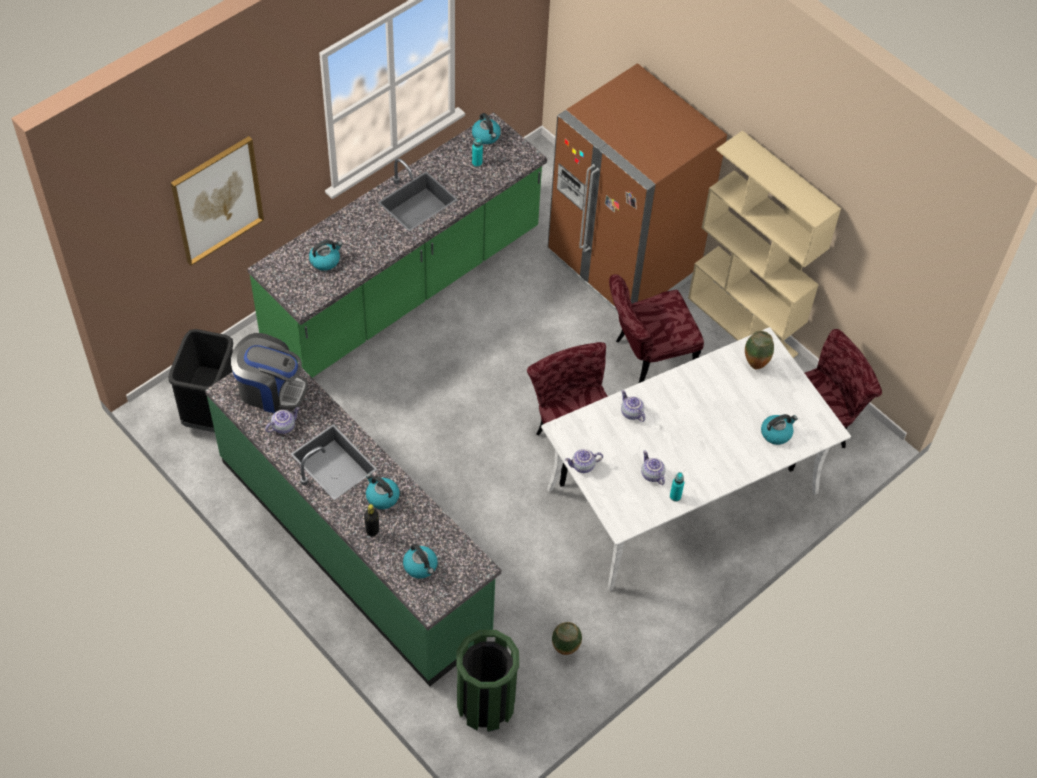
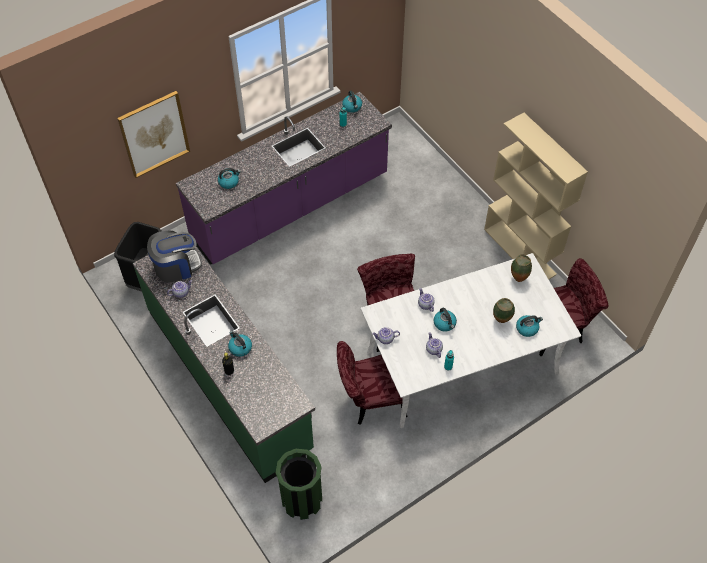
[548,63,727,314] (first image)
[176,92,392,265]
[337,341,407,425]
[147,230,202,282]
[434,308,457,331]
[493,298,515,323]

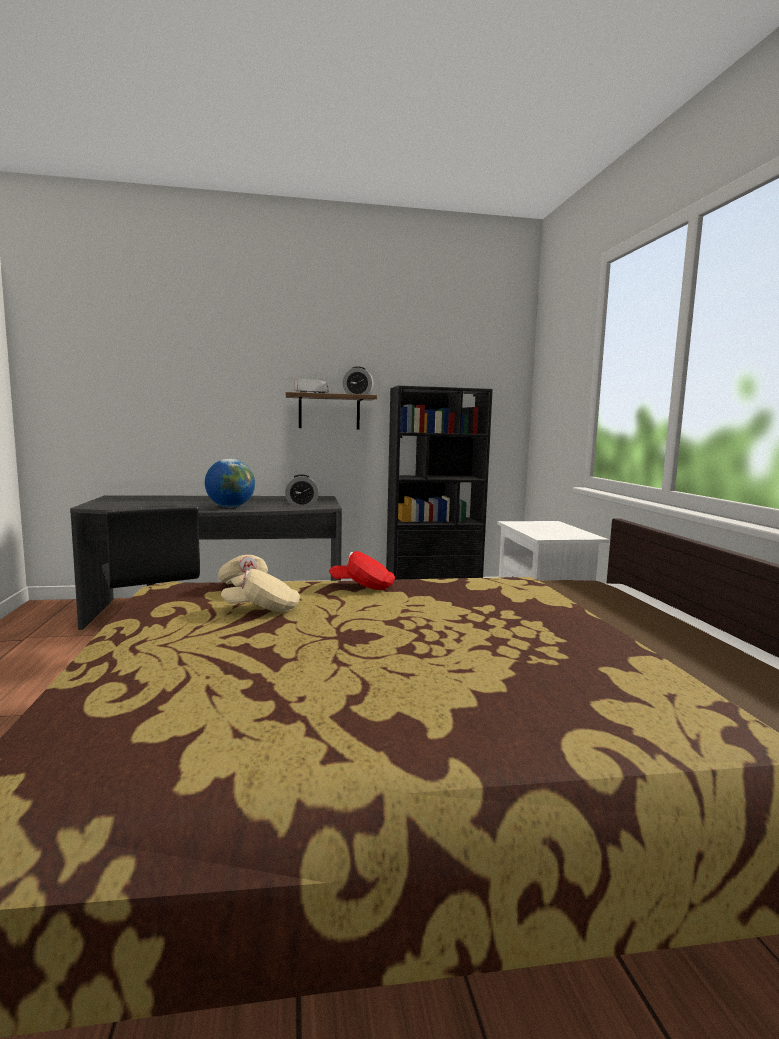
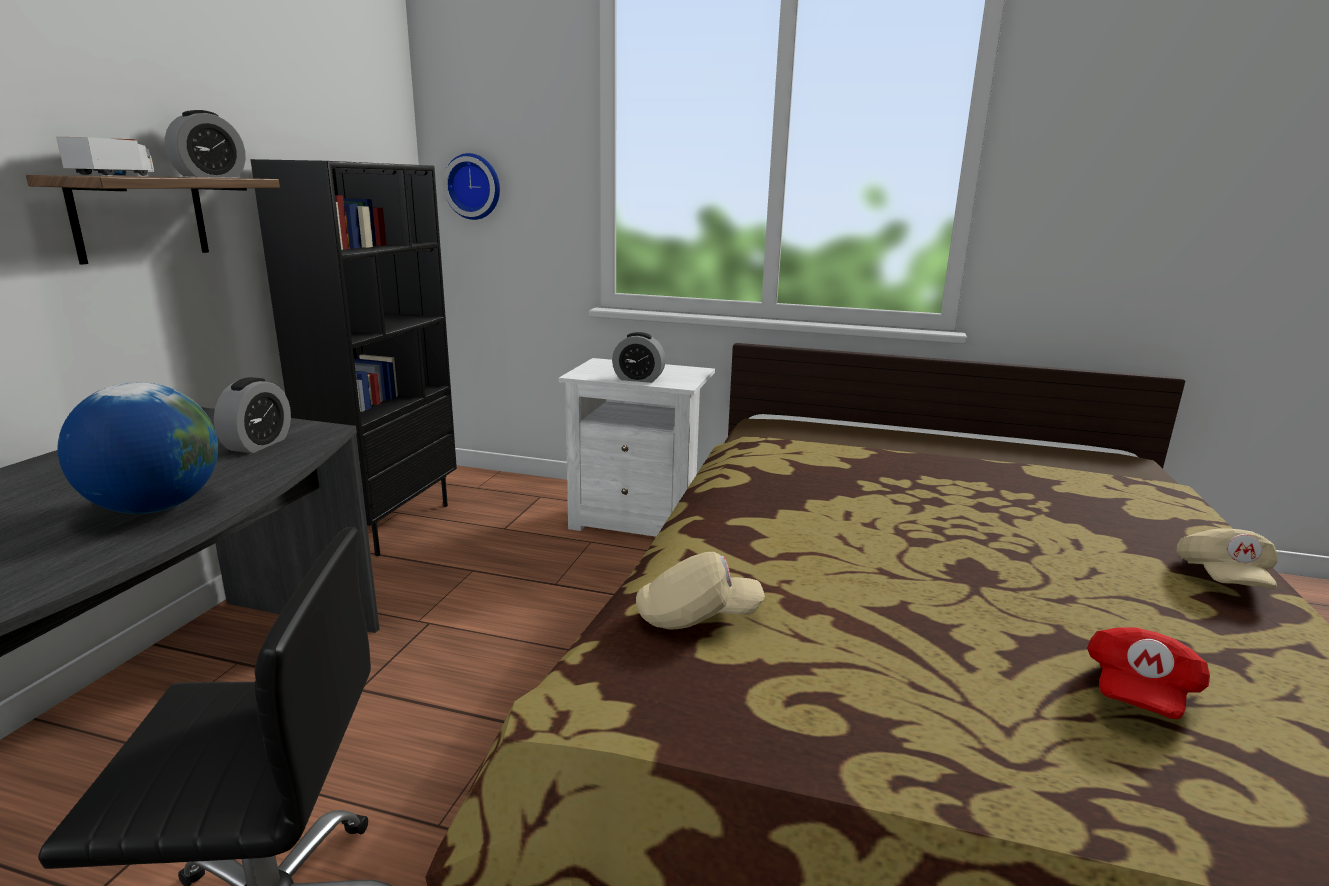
[1087,627,1210,719]
[1176,528,1277,590]
[443,153,500,220]
[612,332,666,383]

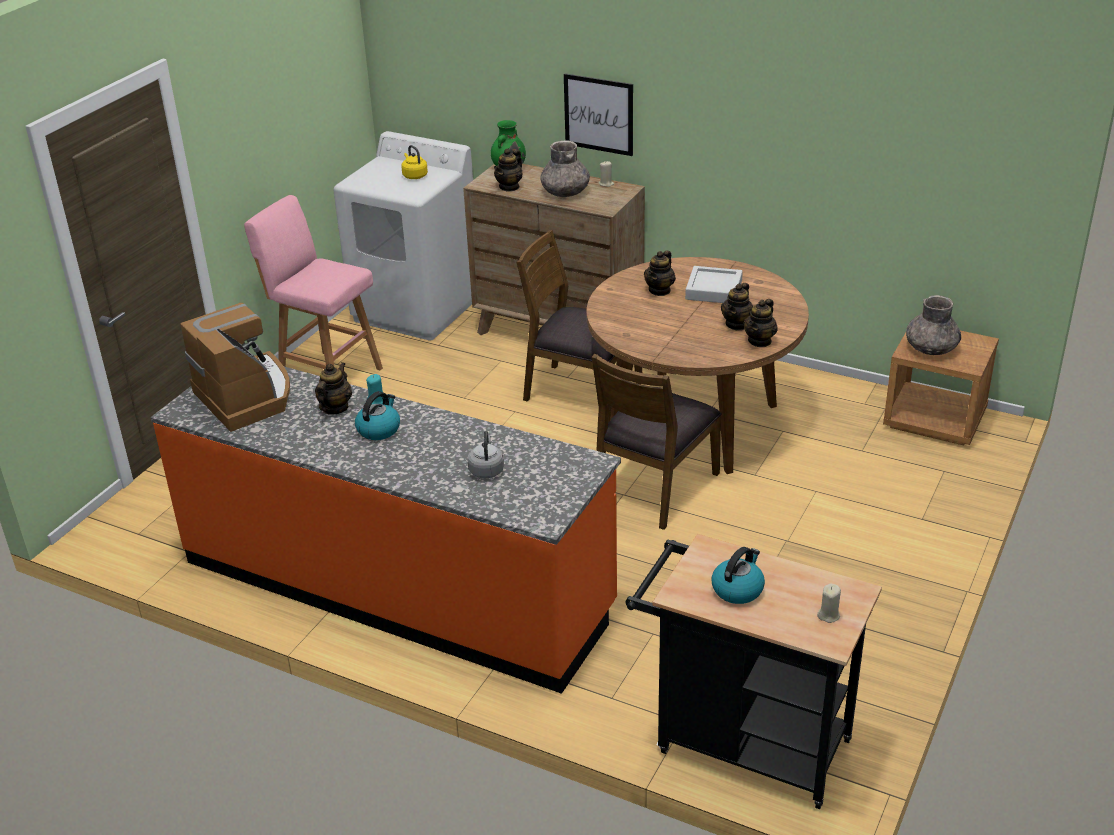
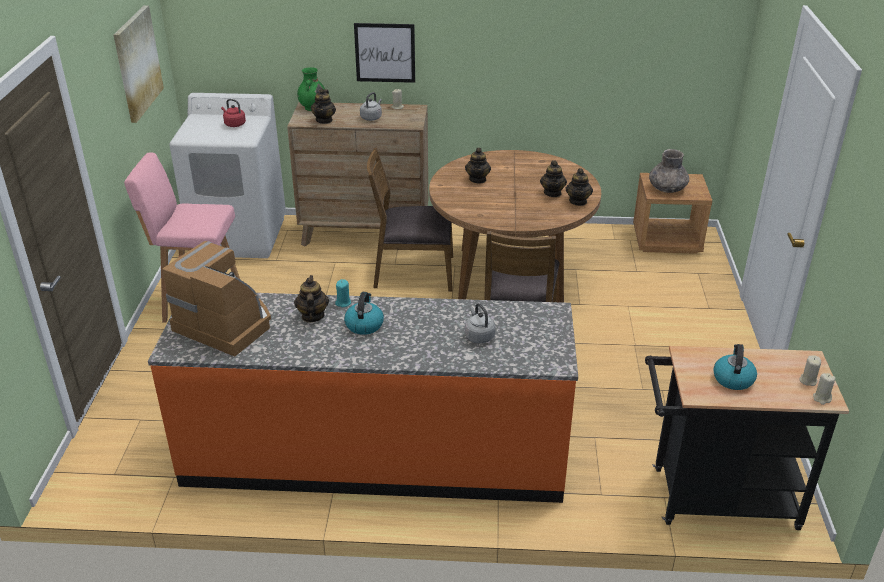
[360,92,382,121]
[221,99,246,127]
[685,266,743,303] (first image)
[114,5,164,123]
[813,373,835,405]

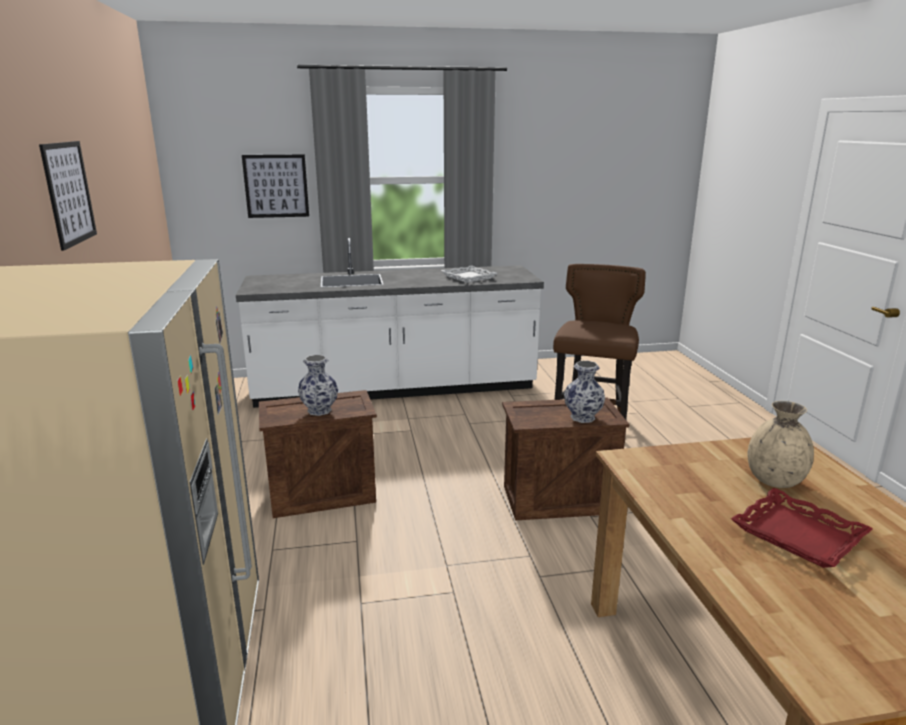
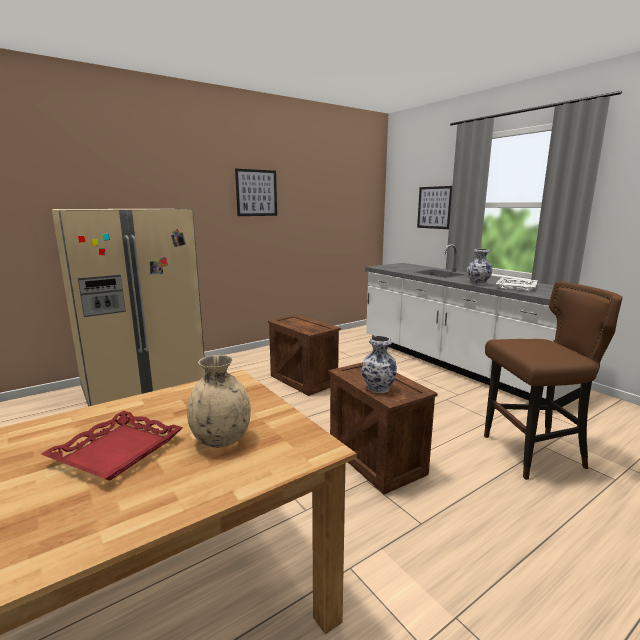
[467,249,493,285]

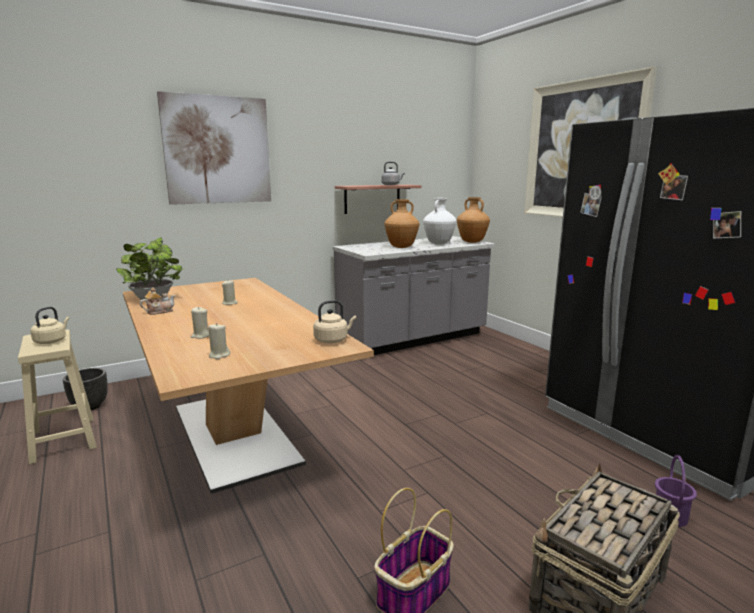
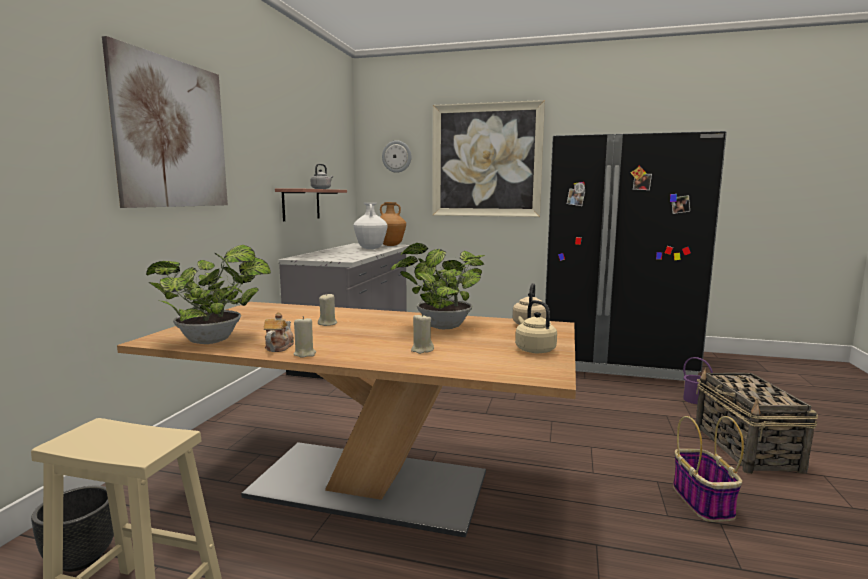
[384,199,419,248] (first image)
[515,300,557,353]
[293,316,316,358]
[382,141,411,173]
[390,243,485,329]

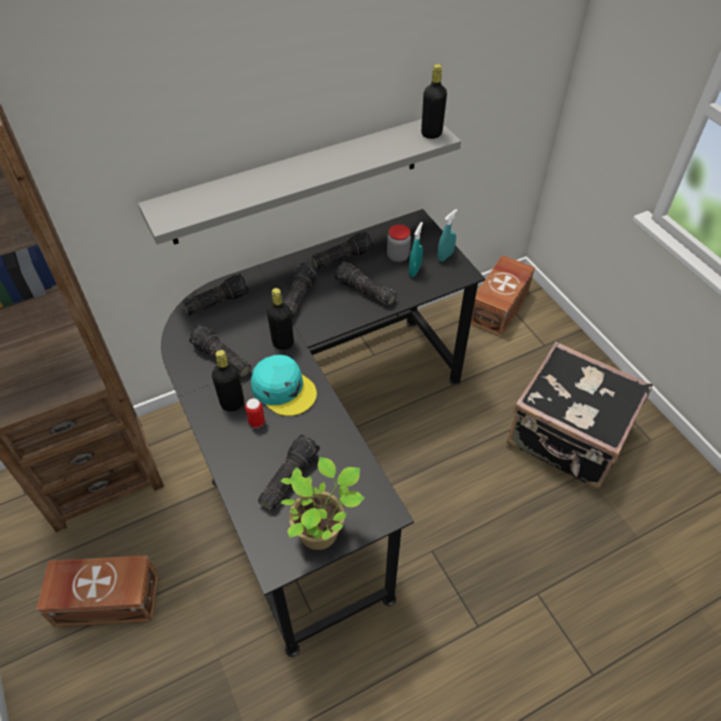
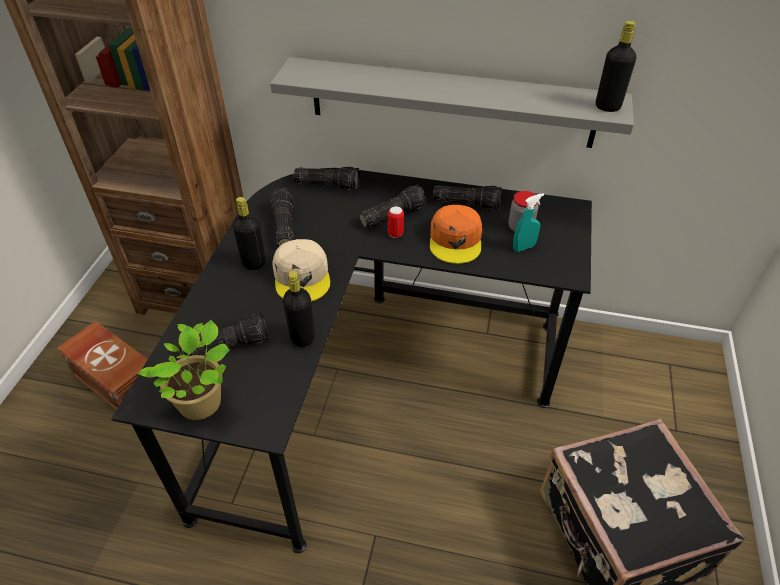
[437,209,458,262] (first image)
[471,255,535,337] (first image)
[430,205,482,264]
[283,270,315,347]
[272,239,330,302]
[388,206,404,238]

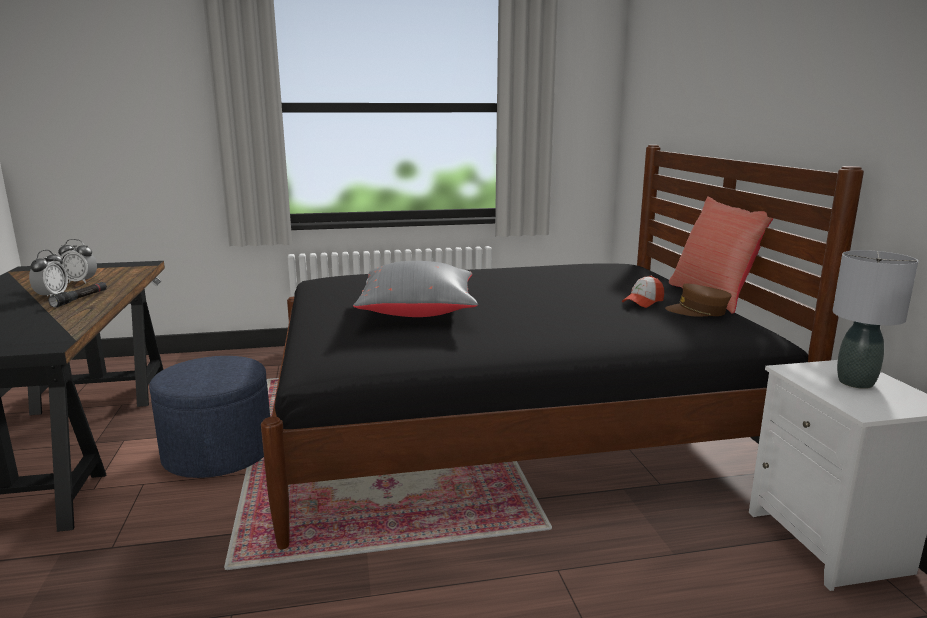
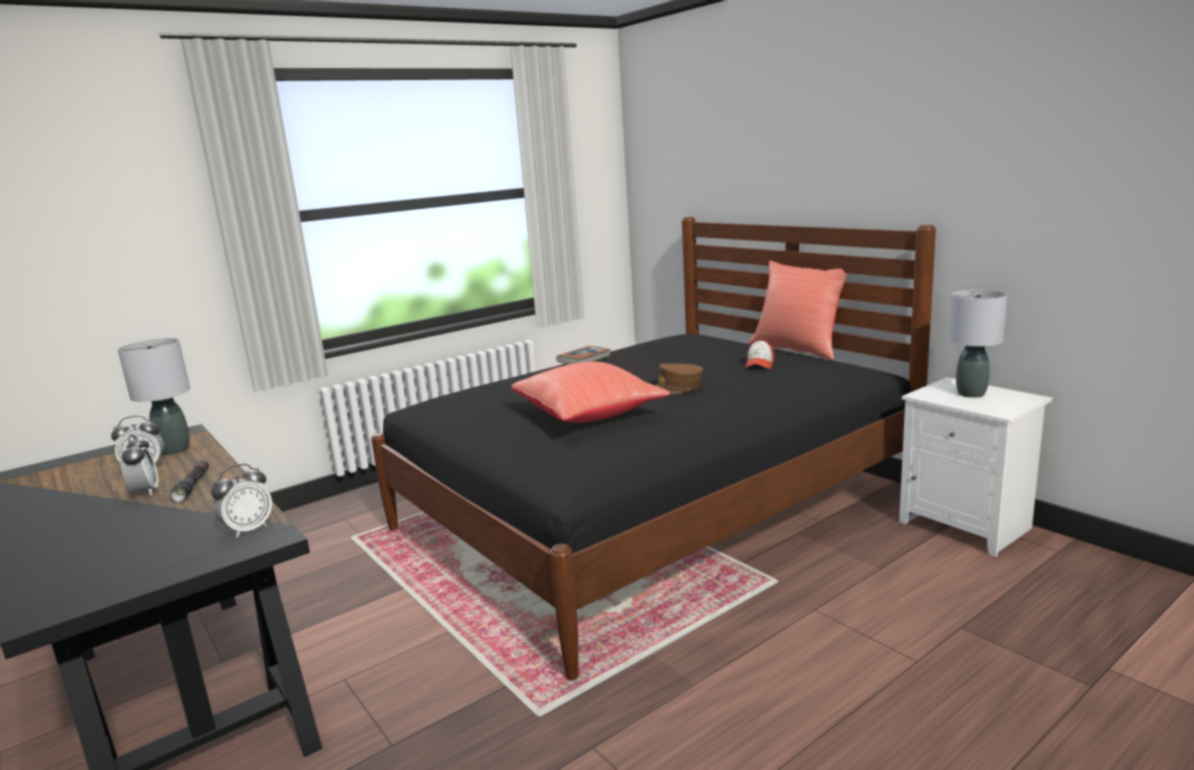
[511,361,670,422]
[654,363,703,394]
[149,356,270,478] (first image)
[118,338,190,455]
[556,346,611,364]
[211,464,272,538]

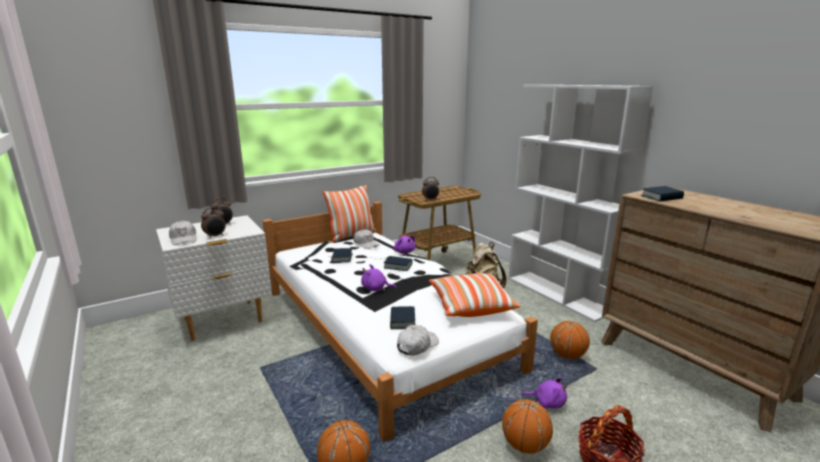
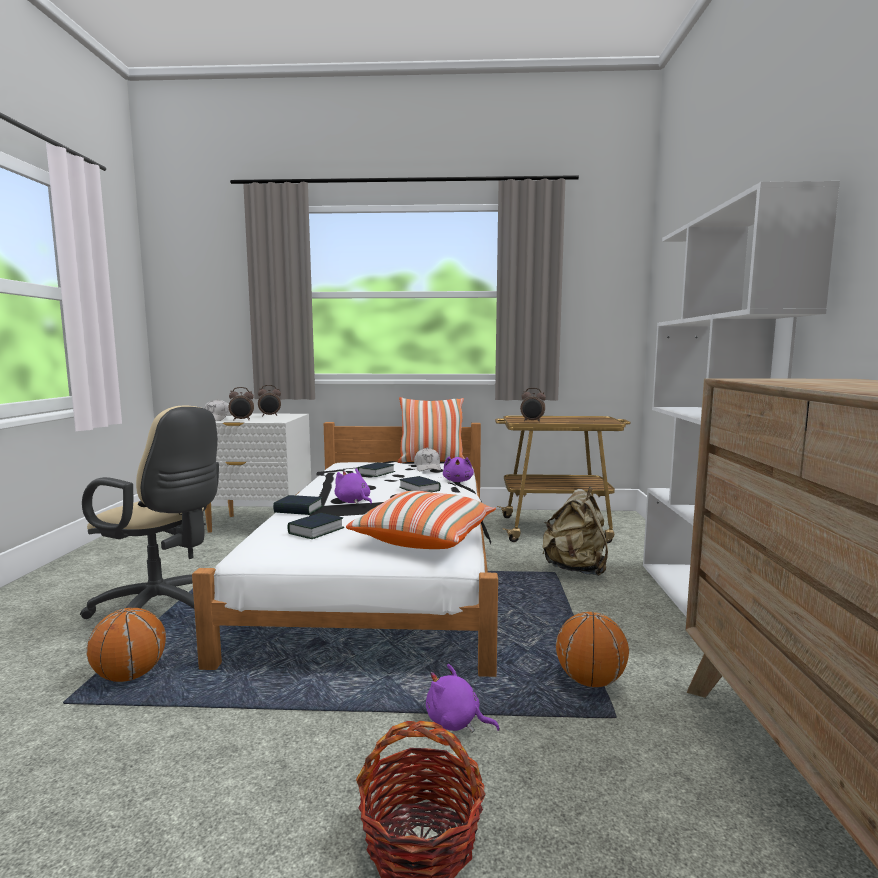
[273,495,323,515]
[397,325,439,356] (first image)
[426,664,500,733]
[502,399,553,453] (first image)
[80,405,219,619]

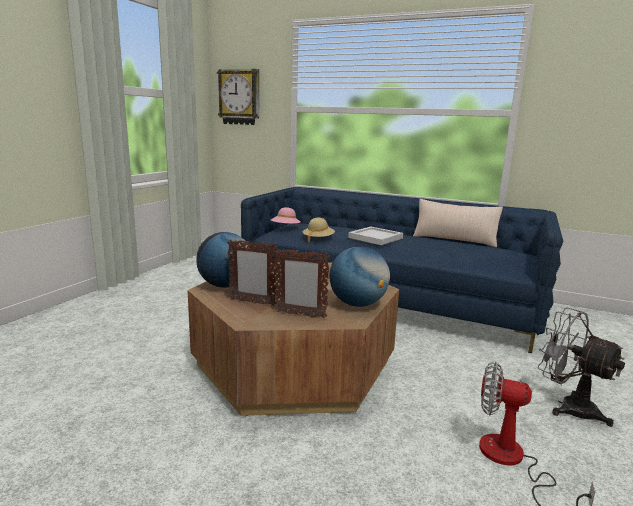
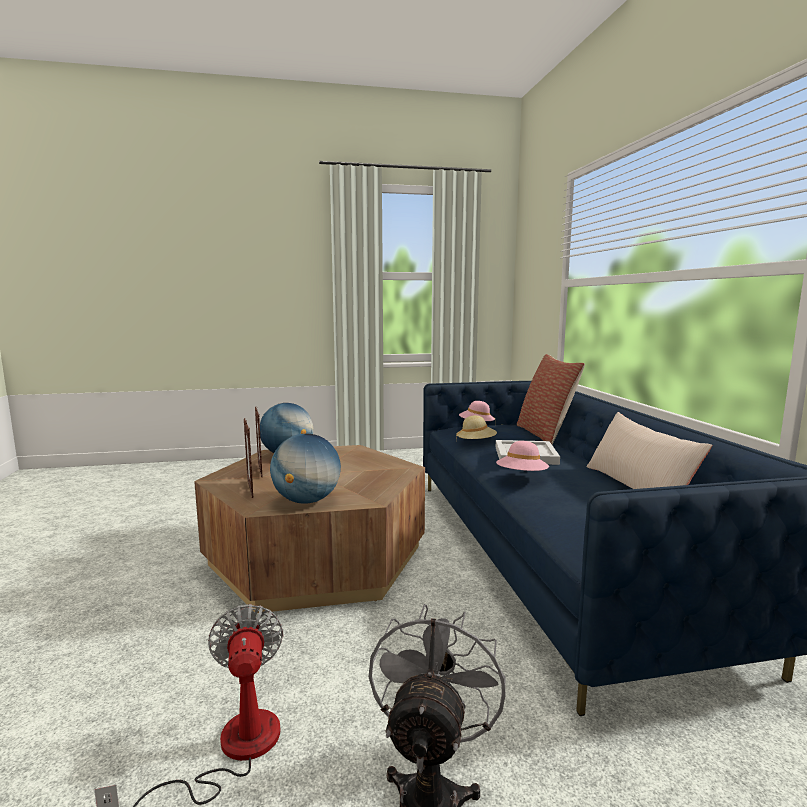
[217,69,259,125] (first image)
[517,354,585,444]
[496,441,549,471]

